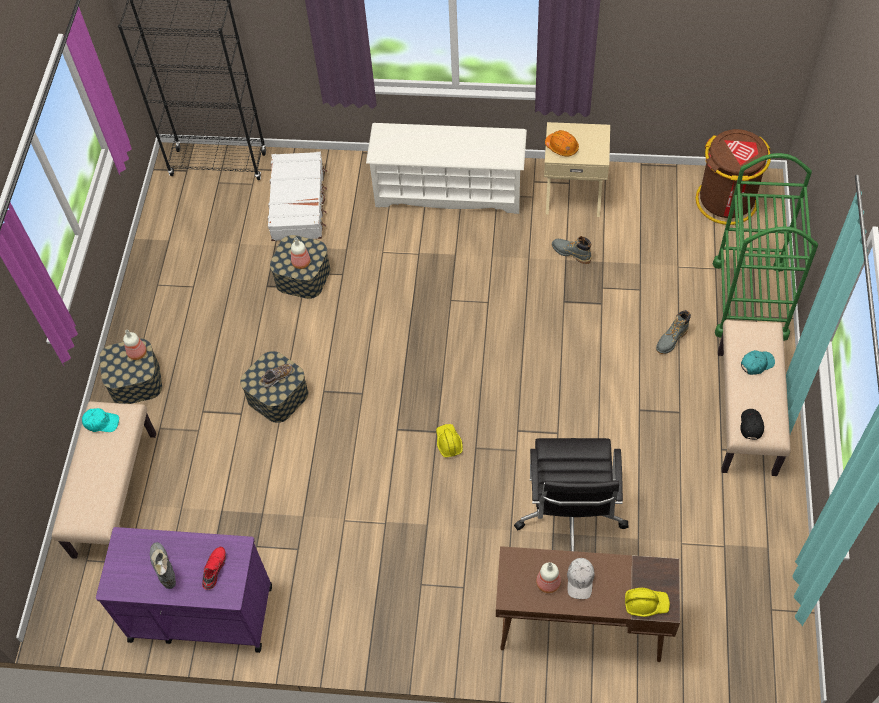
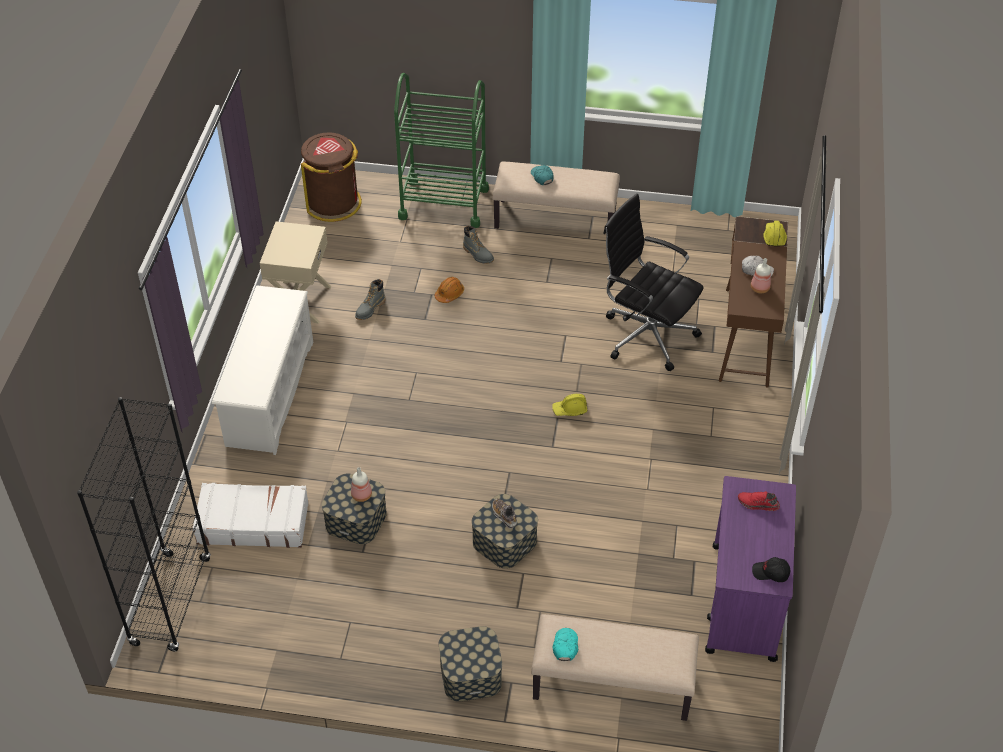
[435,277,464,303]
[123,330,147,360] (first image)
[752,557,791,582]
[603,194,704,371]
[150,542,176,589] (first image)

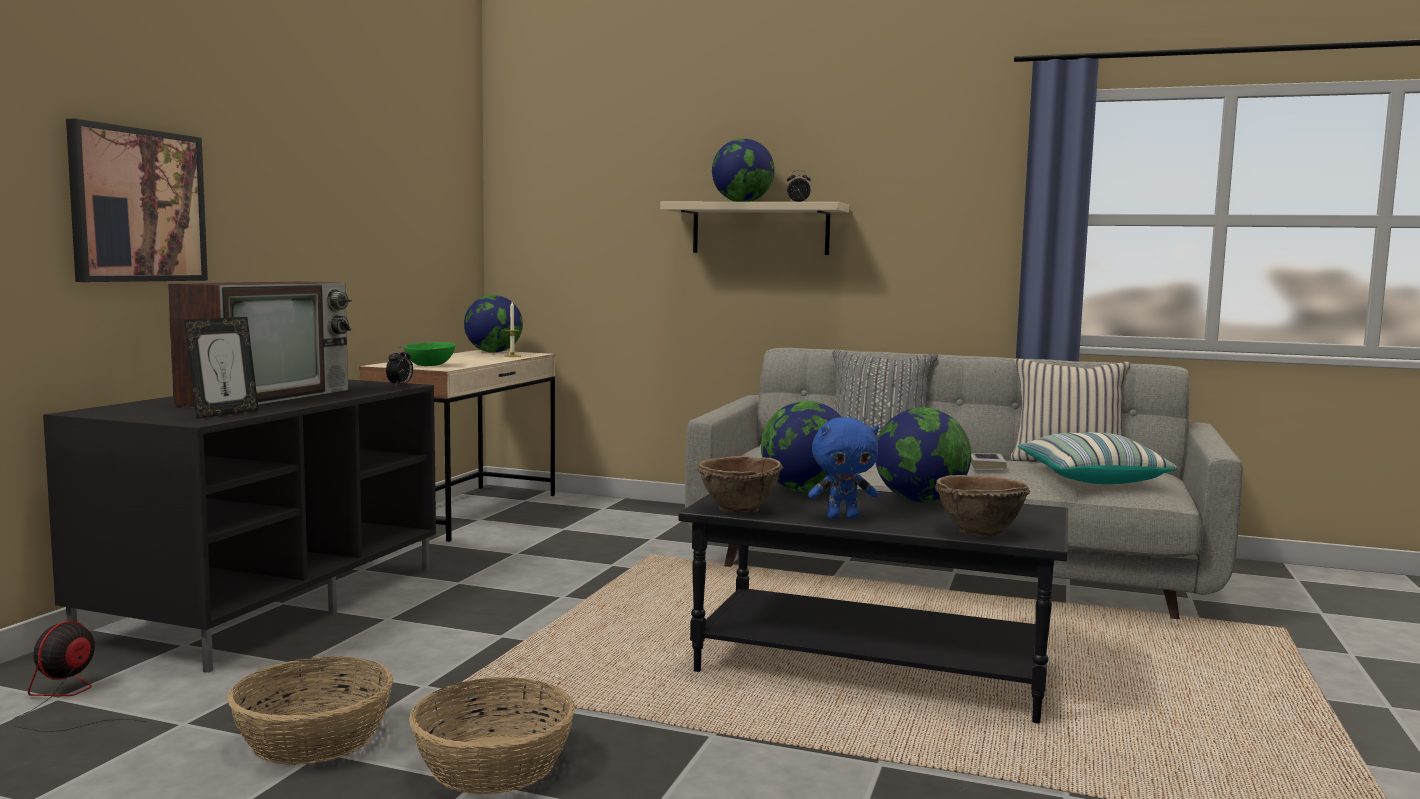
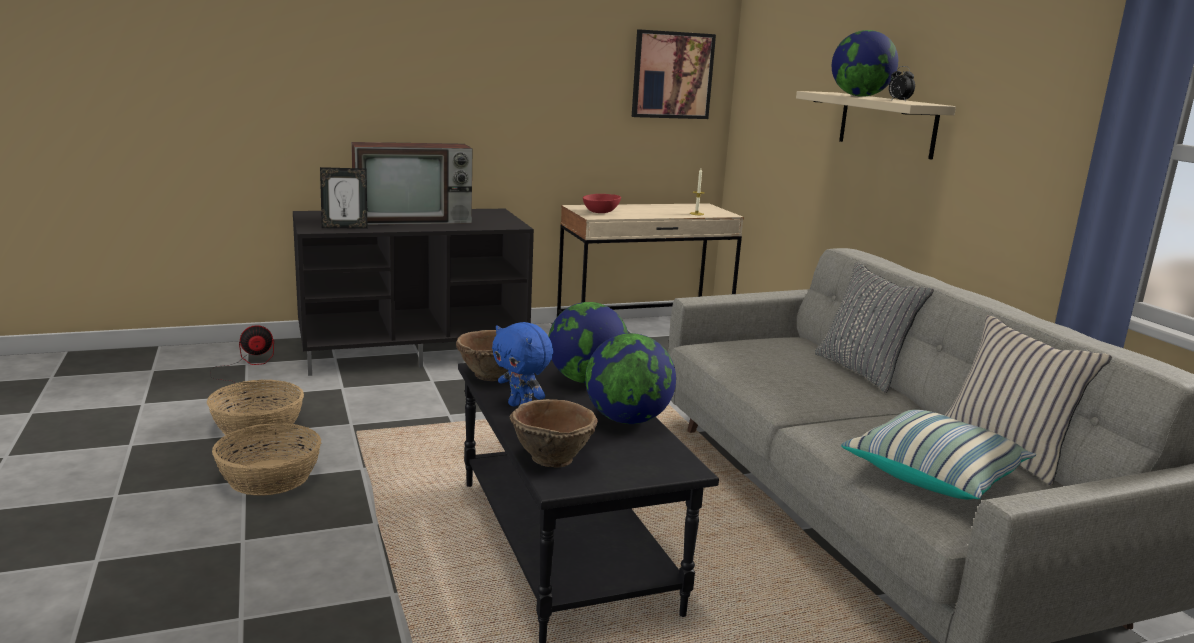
[632,29,716,119]
[464,295,523,353] (first image)
[583,194,621,213]
[386,347,413,385] (first image)
[971,453,1007,469] (first image)

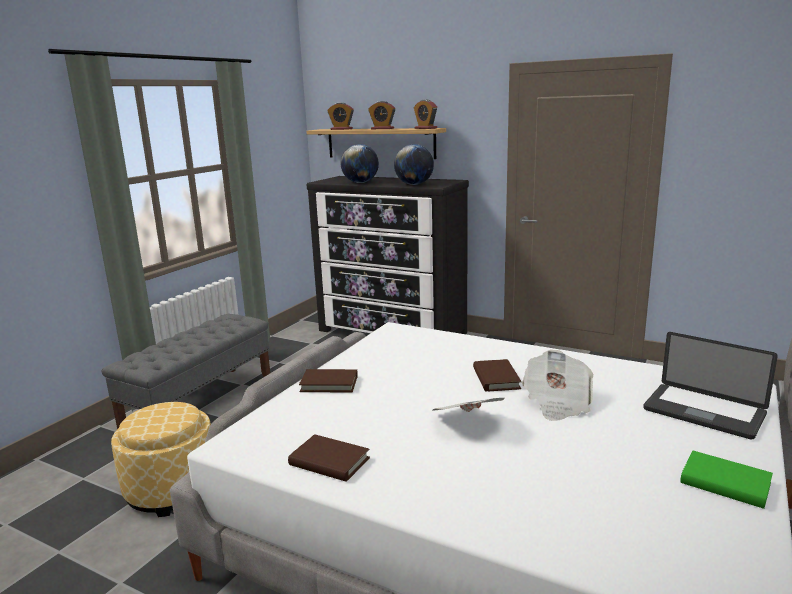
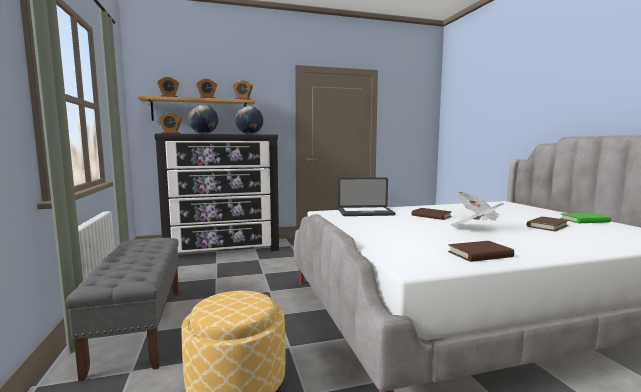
[338,177,395,216]
[527,217,569,231]
[159,113,182,134]

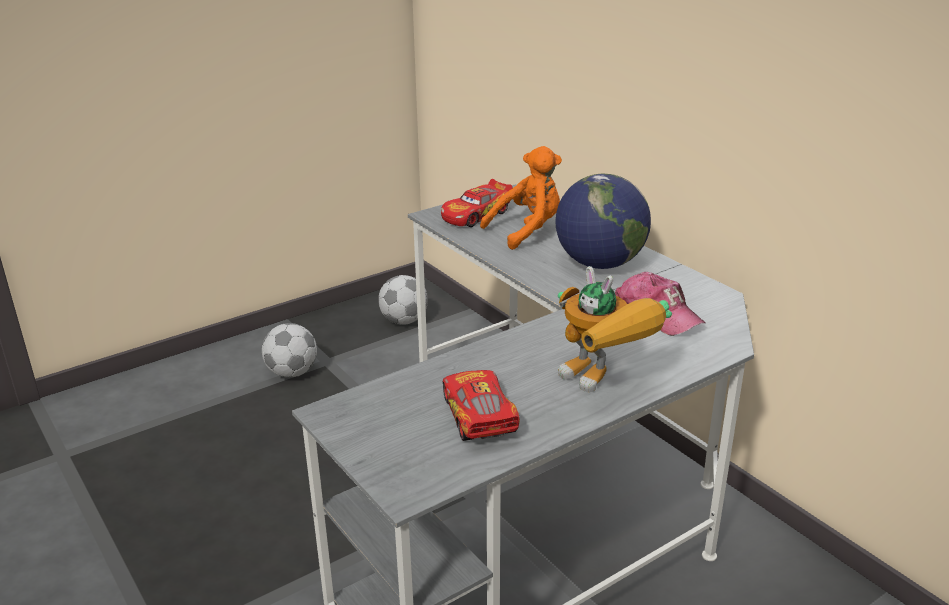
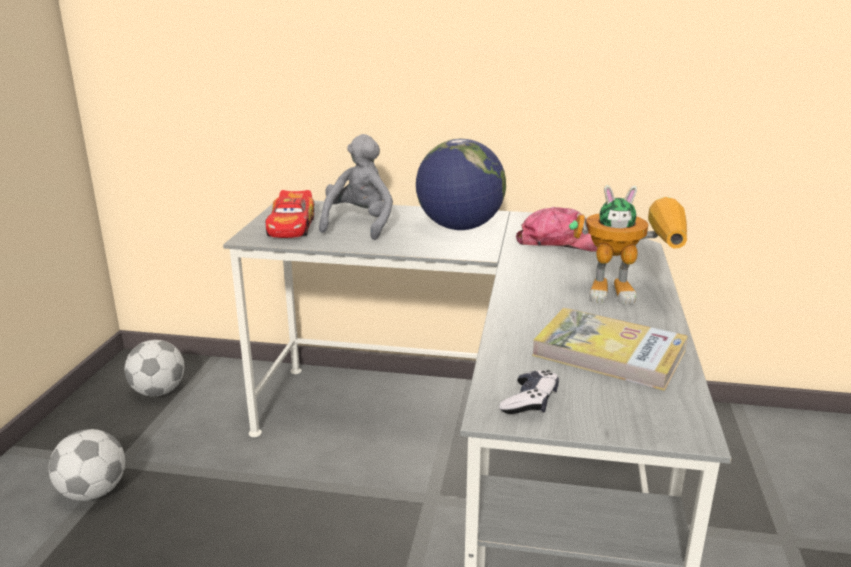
[319,134,393,240]
[532,308,688,391]
[499,370,559,414]

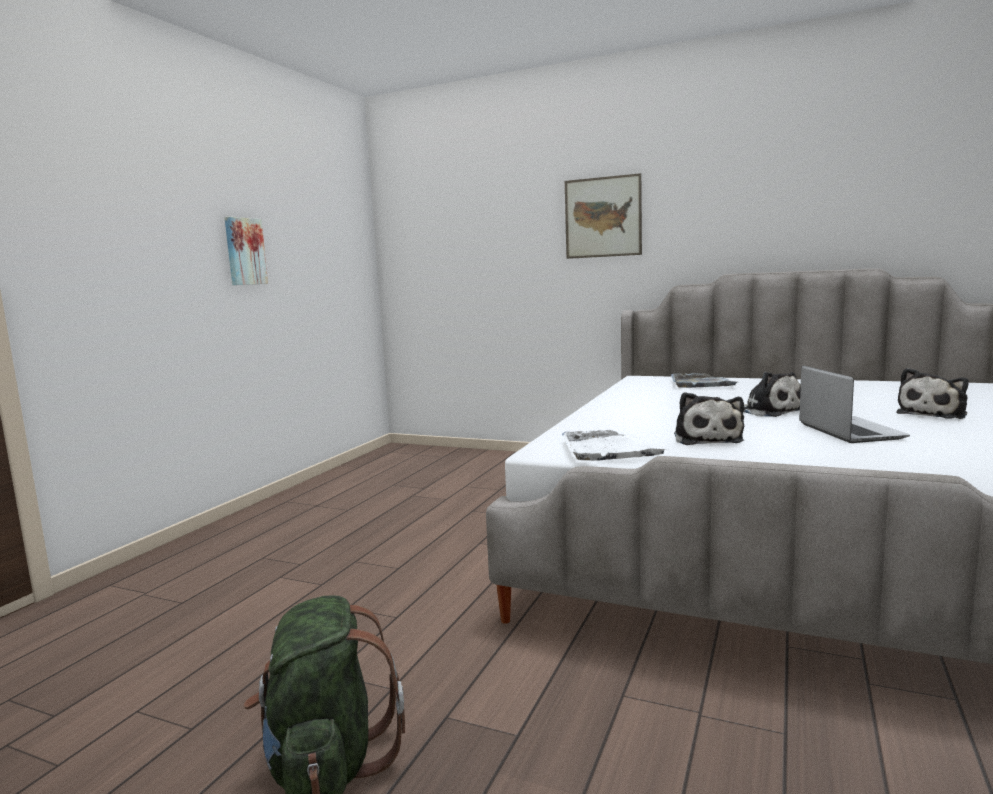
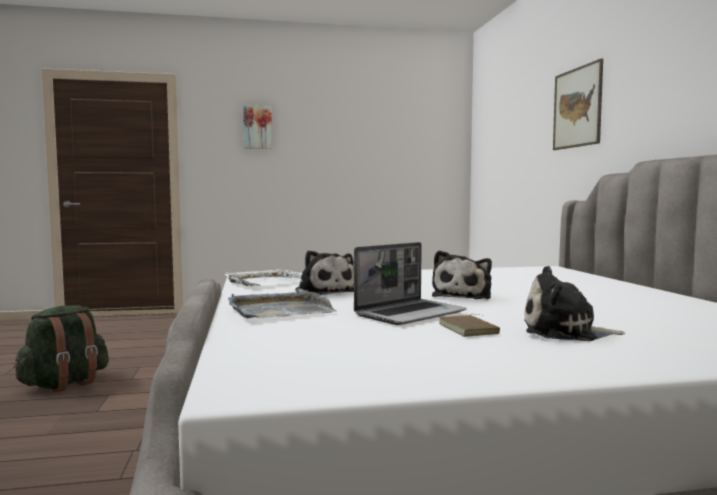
[243,105,272,149]
[228,291,337,318]
[295,250,354,295]
[439,314,500,337]

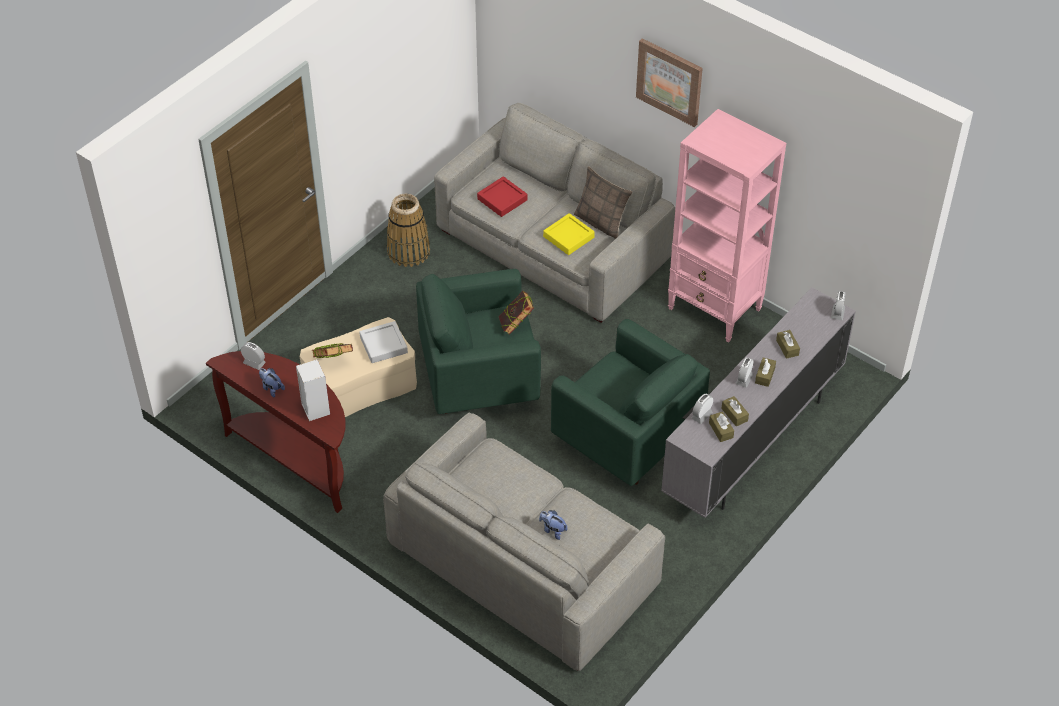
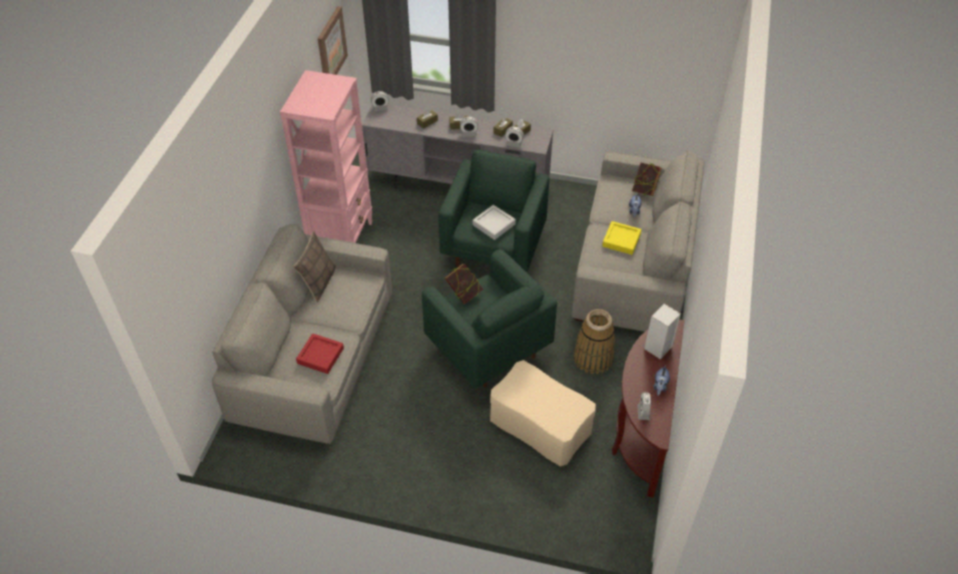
[318,6,348,75]
[574,309,615,374]
[602,221,642,255]
[473,205,516,240]
[632,163,662,196]

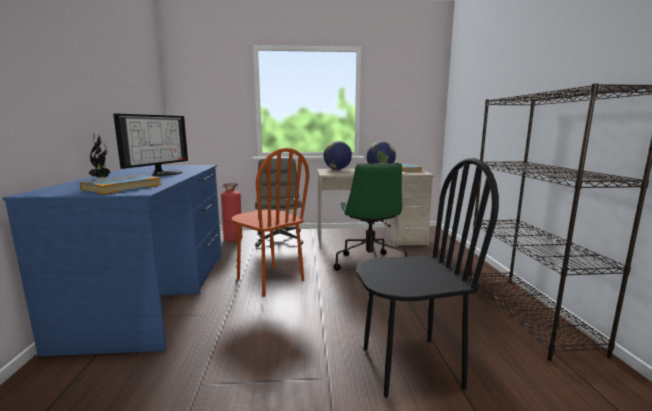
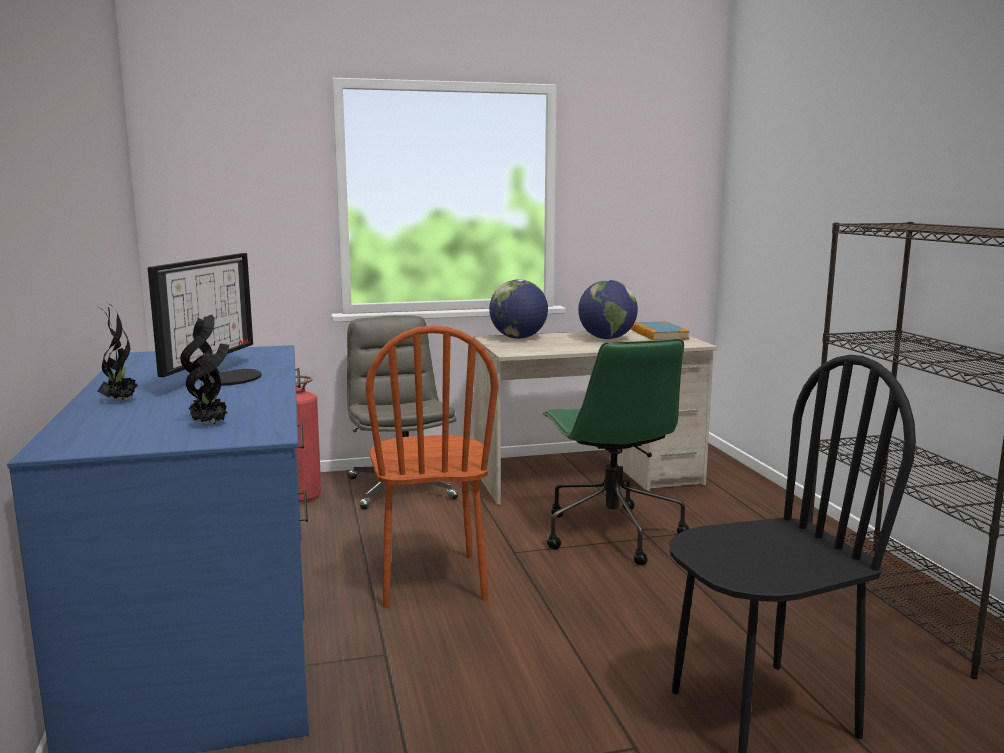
[365,325,498,608]
[180,315,229,424]

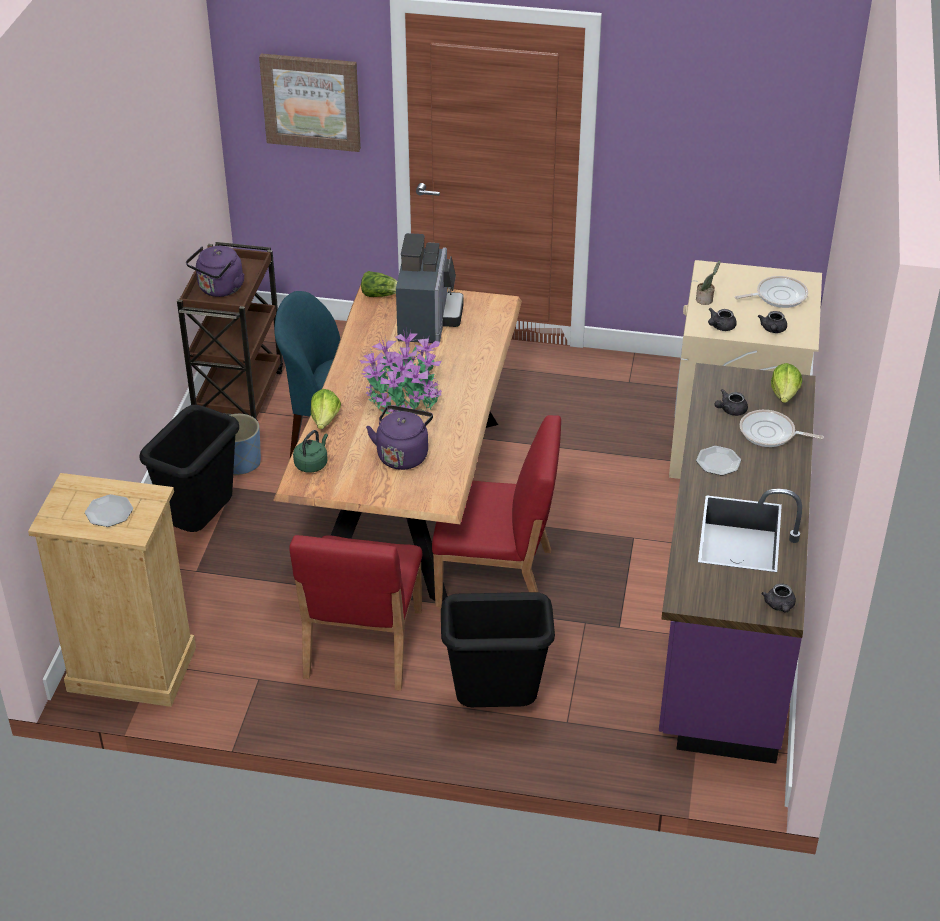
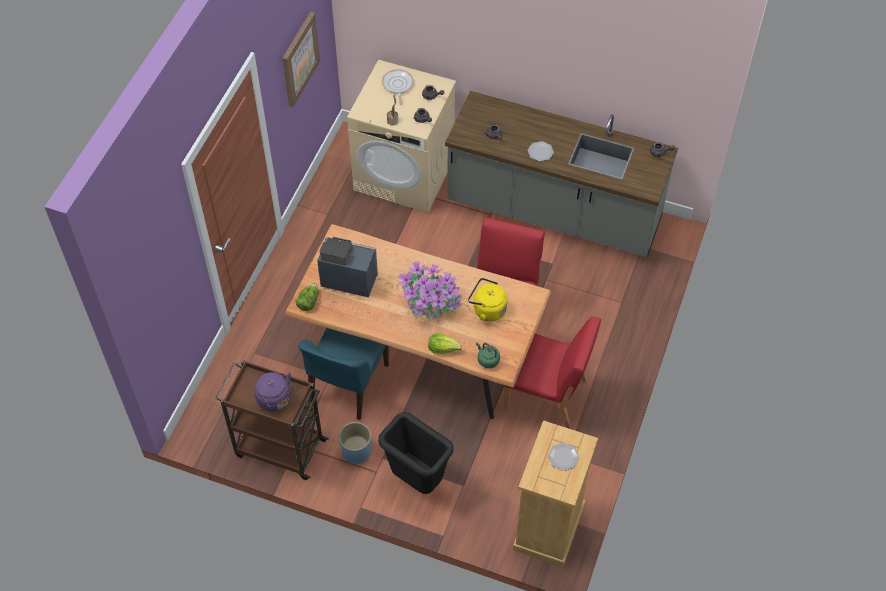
[282,12,320,107]
[445,91,678,257]
[771,363,802,403] (first image)
[468,278,507,321]
[740,410,824,447] (first image)
[441,592,555,707] (first image)

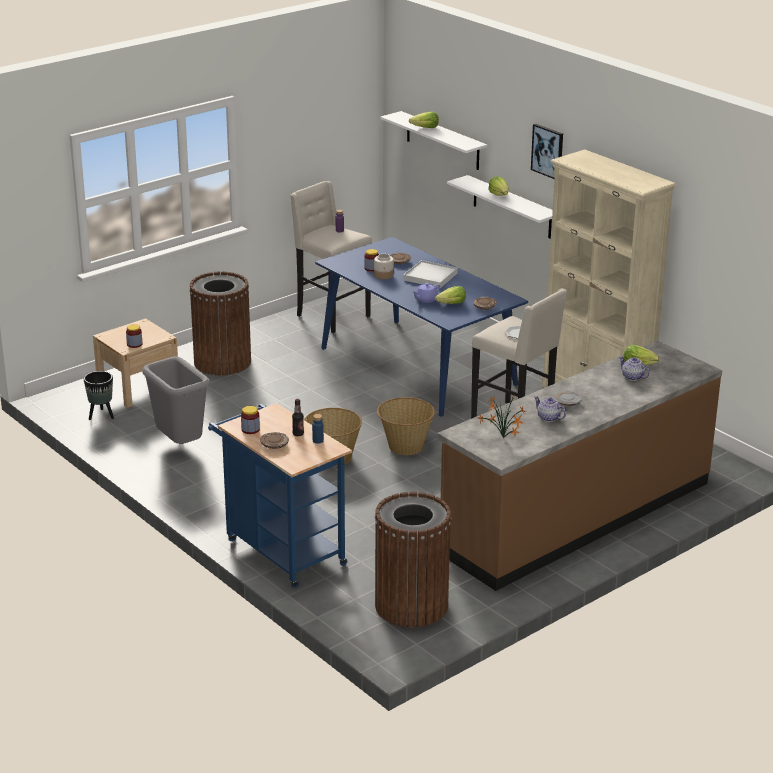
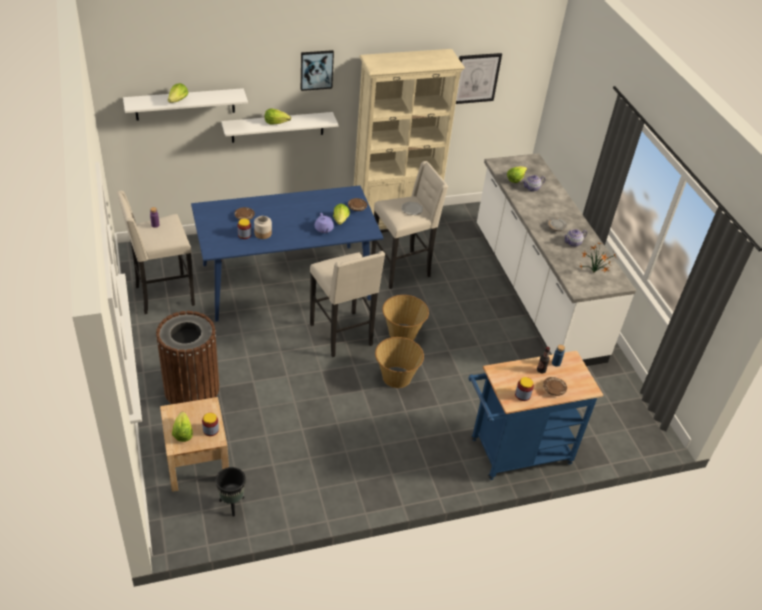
[403,260,458,288] (first image)
[477,153,636,366]
[142,357,210,444] (first image)
[375,492,452,627] (first image)
[456,53,502,104]
[310,251,385,357]
[172,412,193,442]

